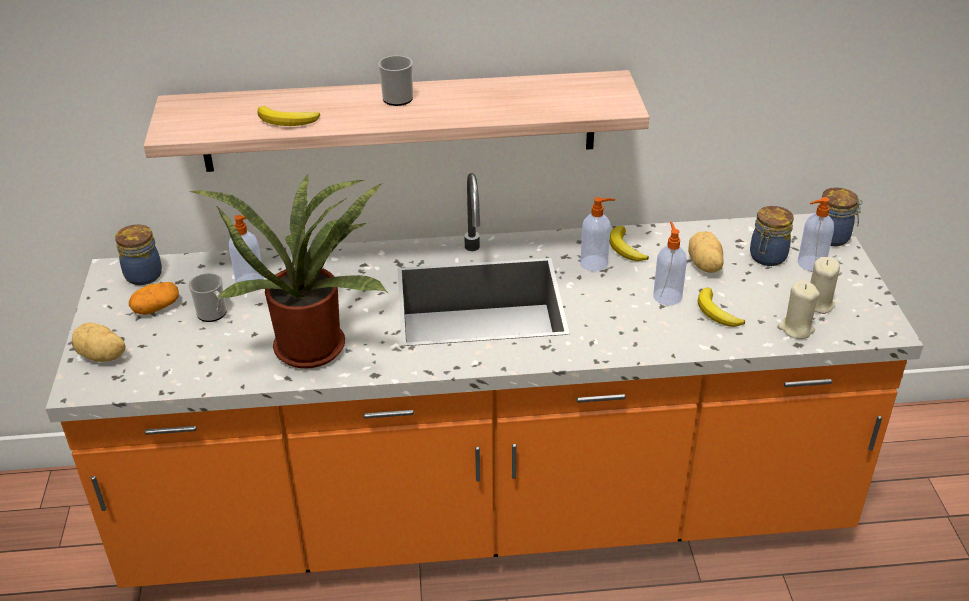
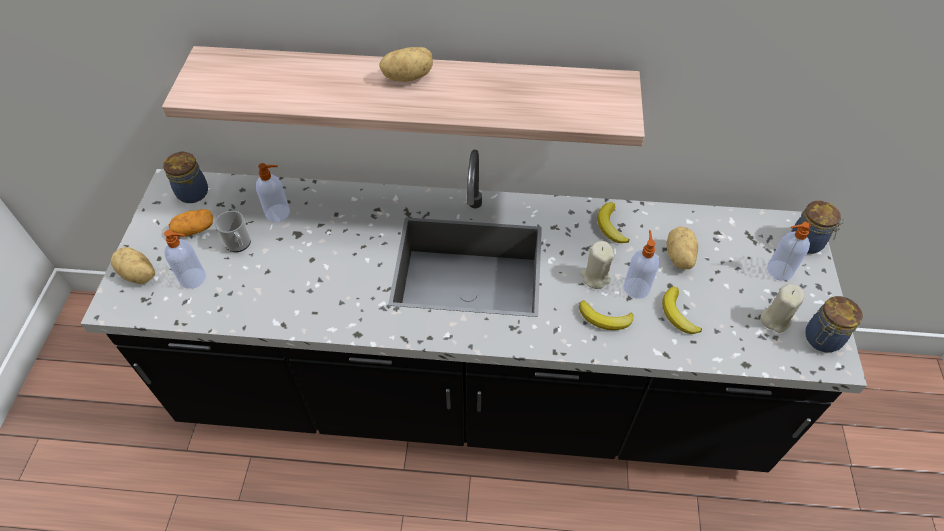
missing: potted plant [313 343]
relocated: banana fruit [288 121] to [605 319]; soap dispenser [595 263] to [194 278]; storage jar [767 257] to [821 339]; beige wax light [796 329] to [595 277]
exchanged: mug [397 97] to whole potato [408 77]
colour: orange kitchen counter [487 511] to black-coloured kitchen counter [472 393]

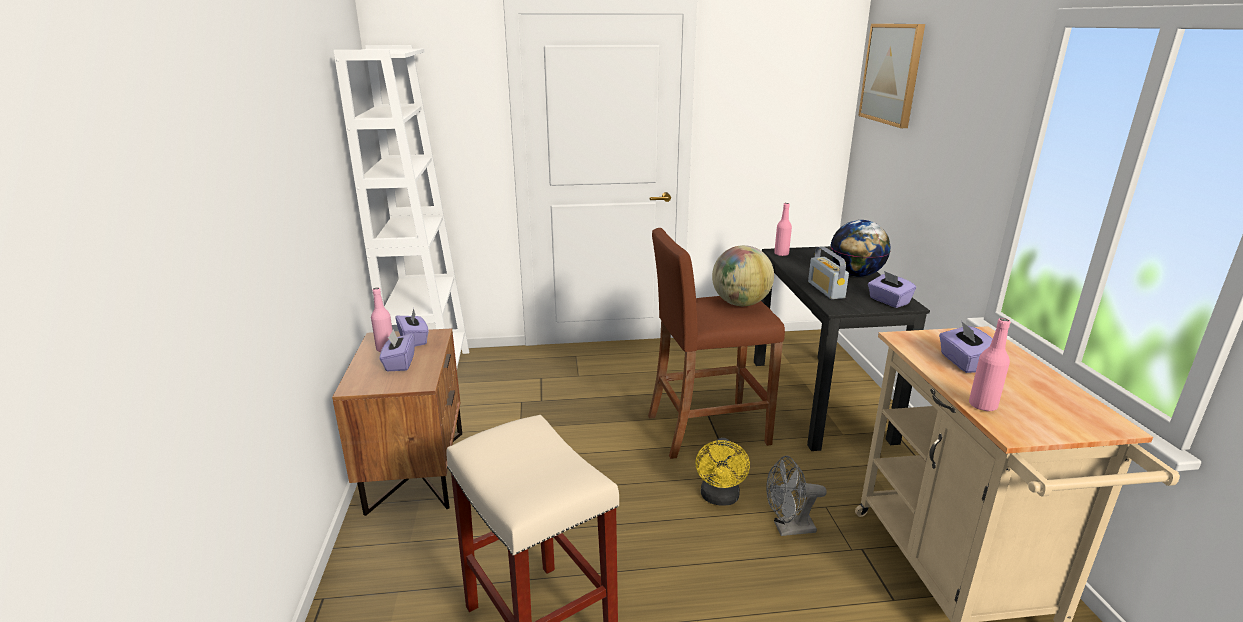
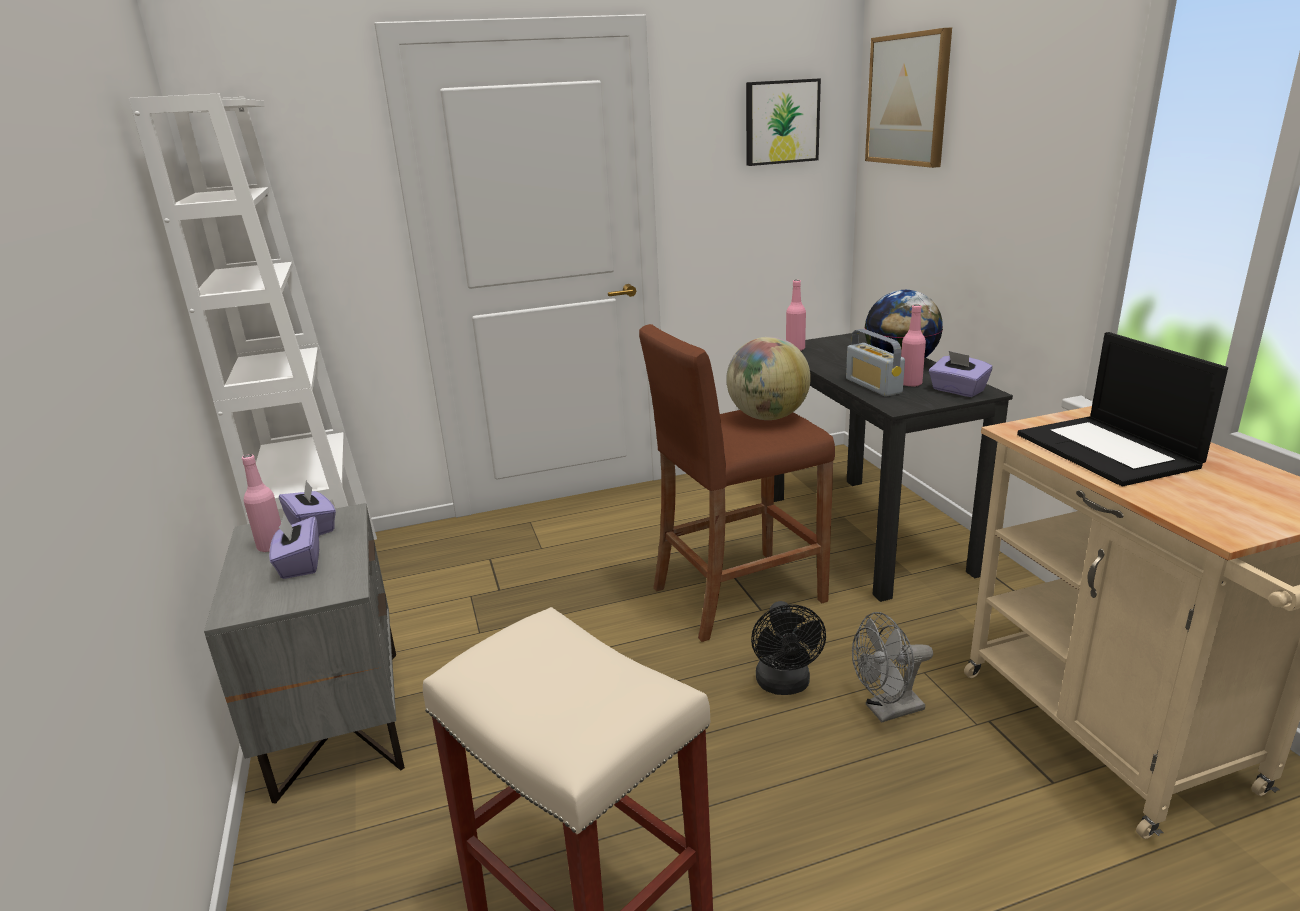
appeared: wall art [781 122]
relocated: pink-coloured beverage bottle [982 405] to [910 384]
exchanged: purplish tissue holder [964 363] to portable computer [1109 451]
colour: brown-coloured nightstand [415 470] to greyish nightstand [338 720]; yellowish cooling fan [720 498] to black-coloured cooling fan [784 685]

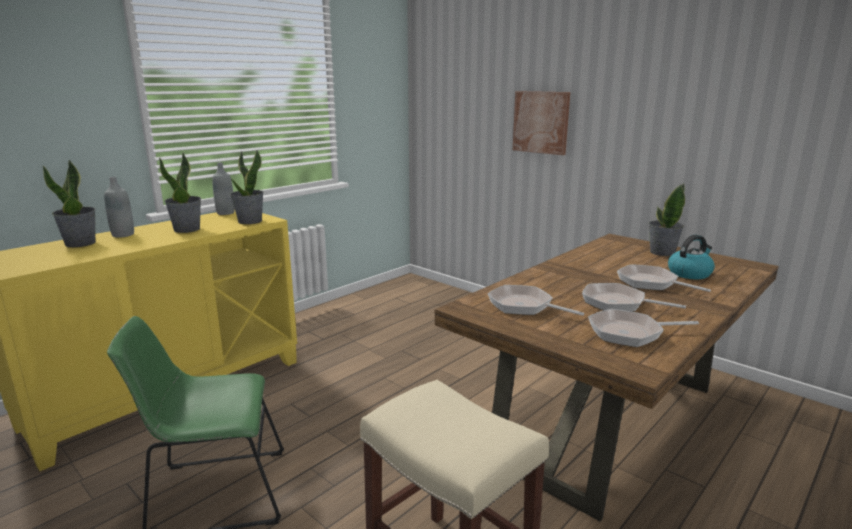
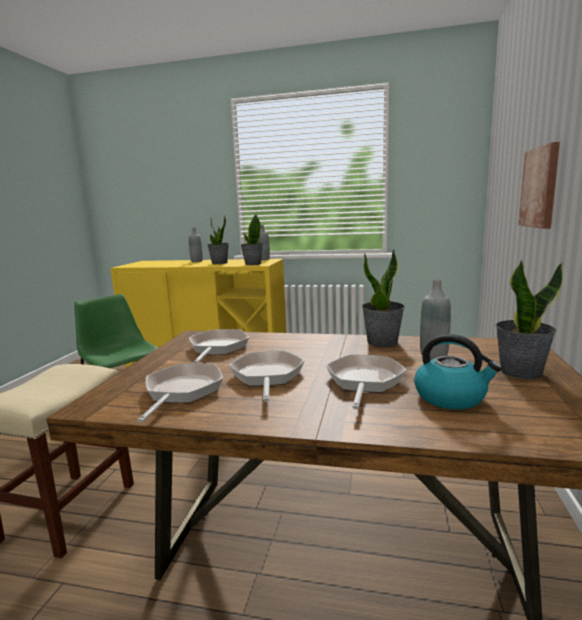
appeared: greyish beverage bottle [433 354]
relocated: potted plant [81 243] to [382 342]
spun: pan [630 333] = [182 392] 45 degrees clockwise

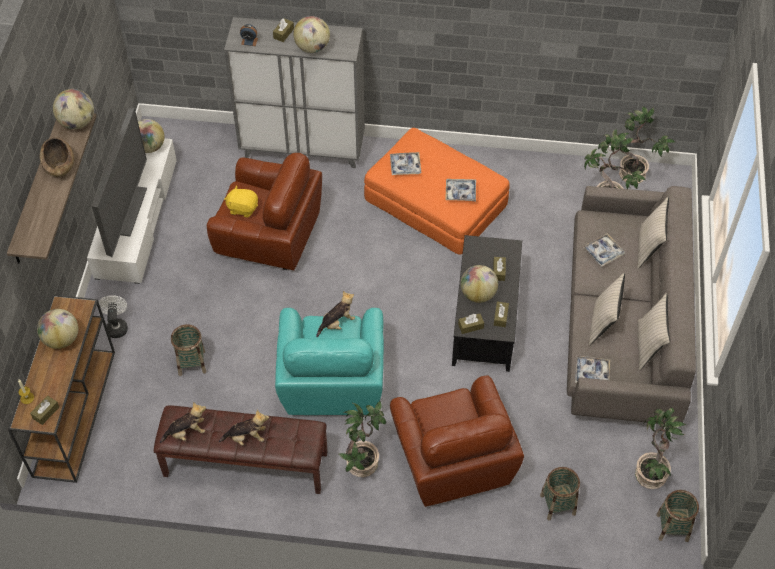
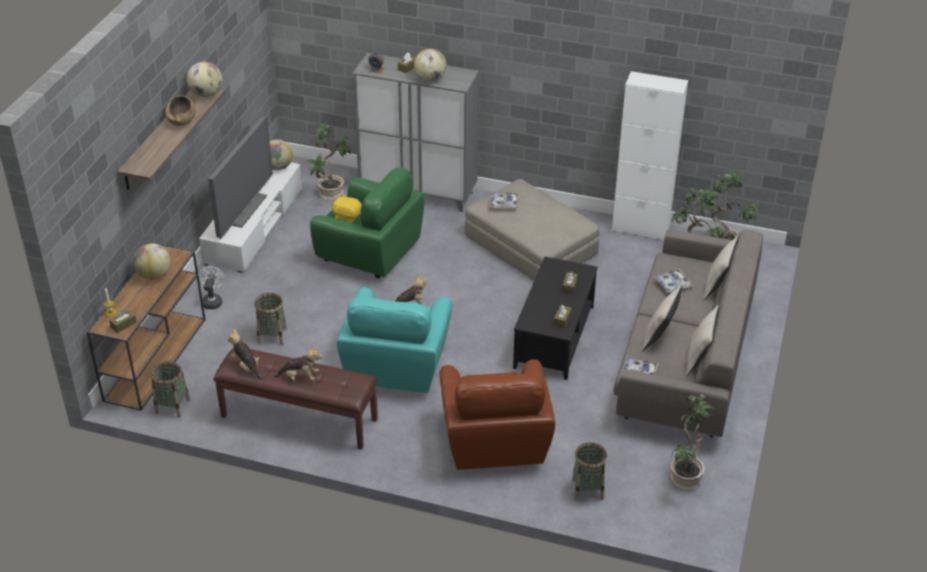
missing: tray [460 192]; brown-coloured tissue holder [470 326]; desk globe [478 294]
appeared: whitish cabinet [640 228]
relocated: potted plant [363 464] to [331 194]; storage basket [672 527] to [172 406]
colour: brown-coloured easy chair [268 236] to green-coloured easy chair [369 252]; orange footrest [436 201] to beige footrest [531 244]
spun: cuddly toy [186 432] = [246 367] 120 degrees counterclockwise

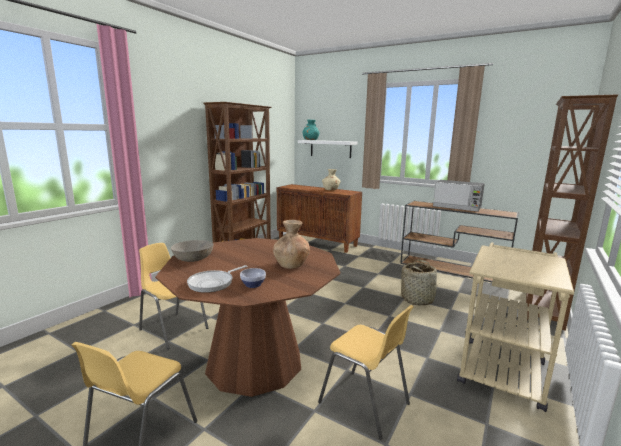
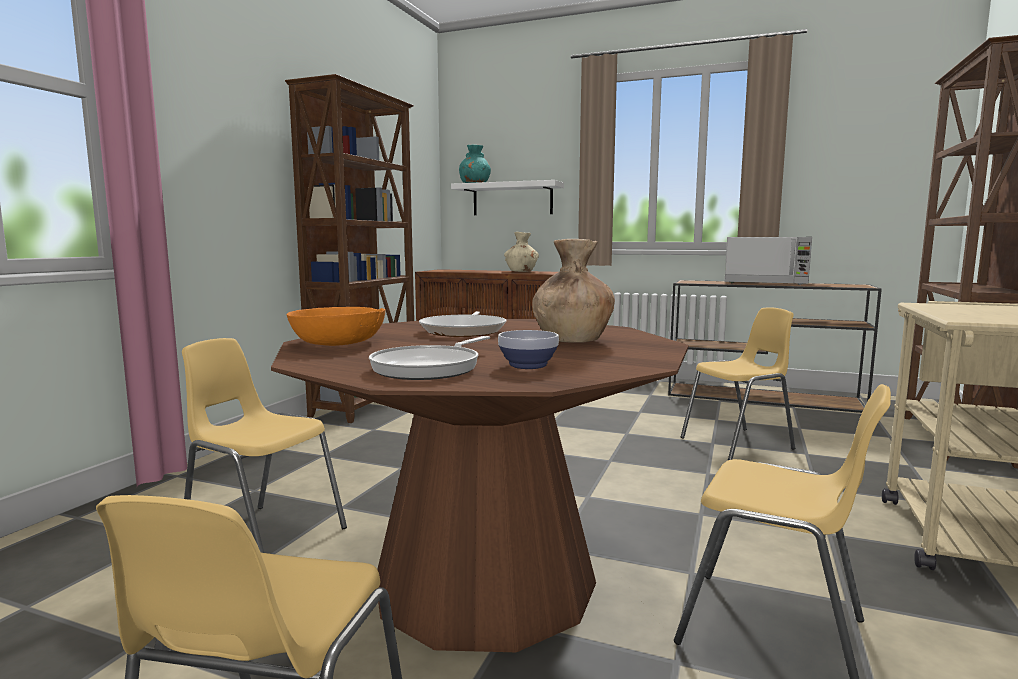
appeared: pan [464 330]
exchanged: storage basket [417 299] to yellowish upright chair [738 444]
colour: greyish serving bowl [193 258] to orange serving bowl [338 342]

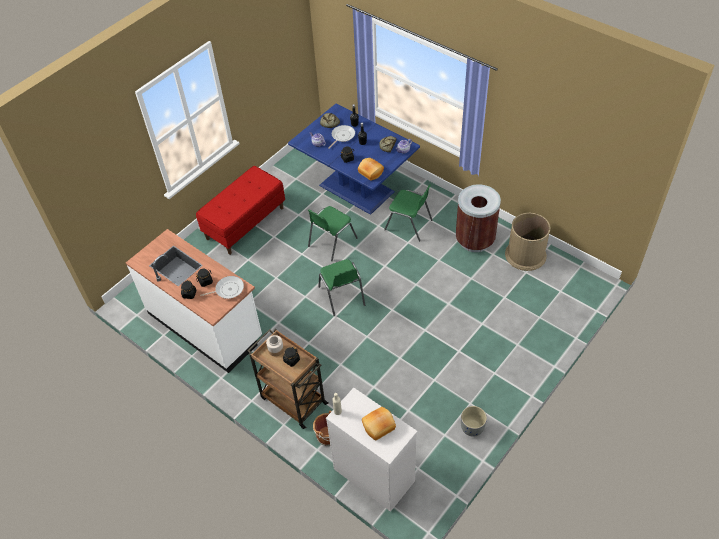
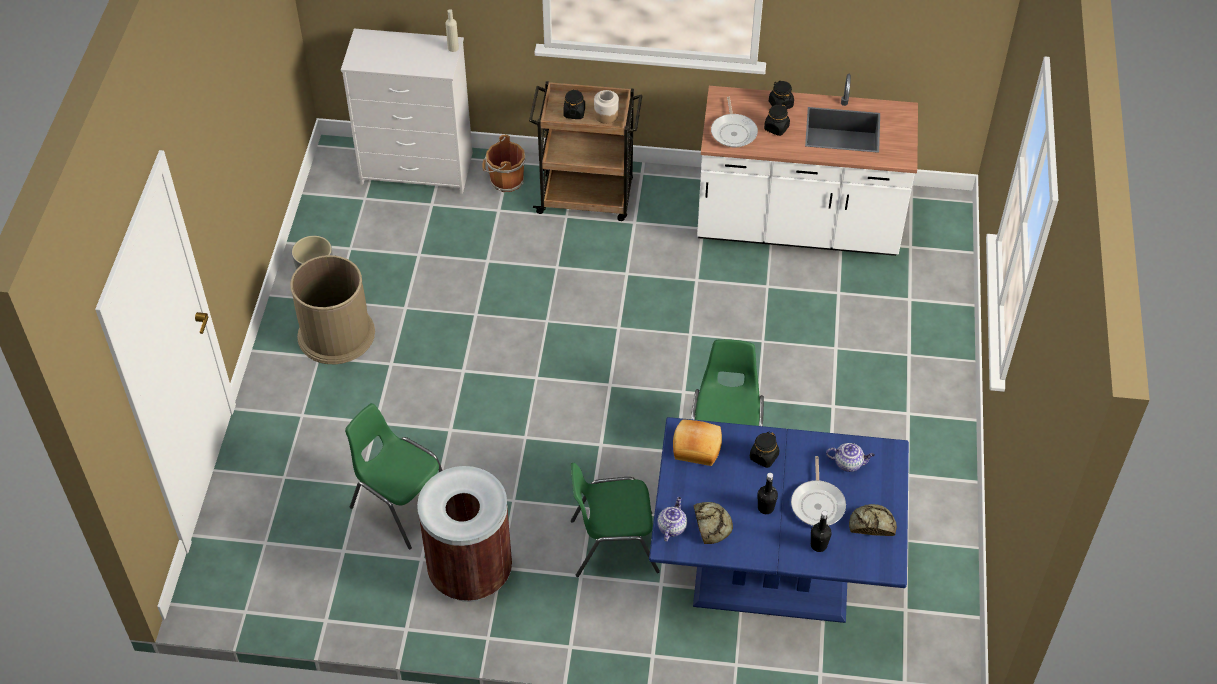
missing: reddish long seat [245 223]; bread [379 427]
relocated: green-coloured upright chair [342 296] to [400 504]; brown-coloured rubbish bin [525 255] to [336 334]
spun: pan [228 289] = [733 132] 45 degrees counterclockwise

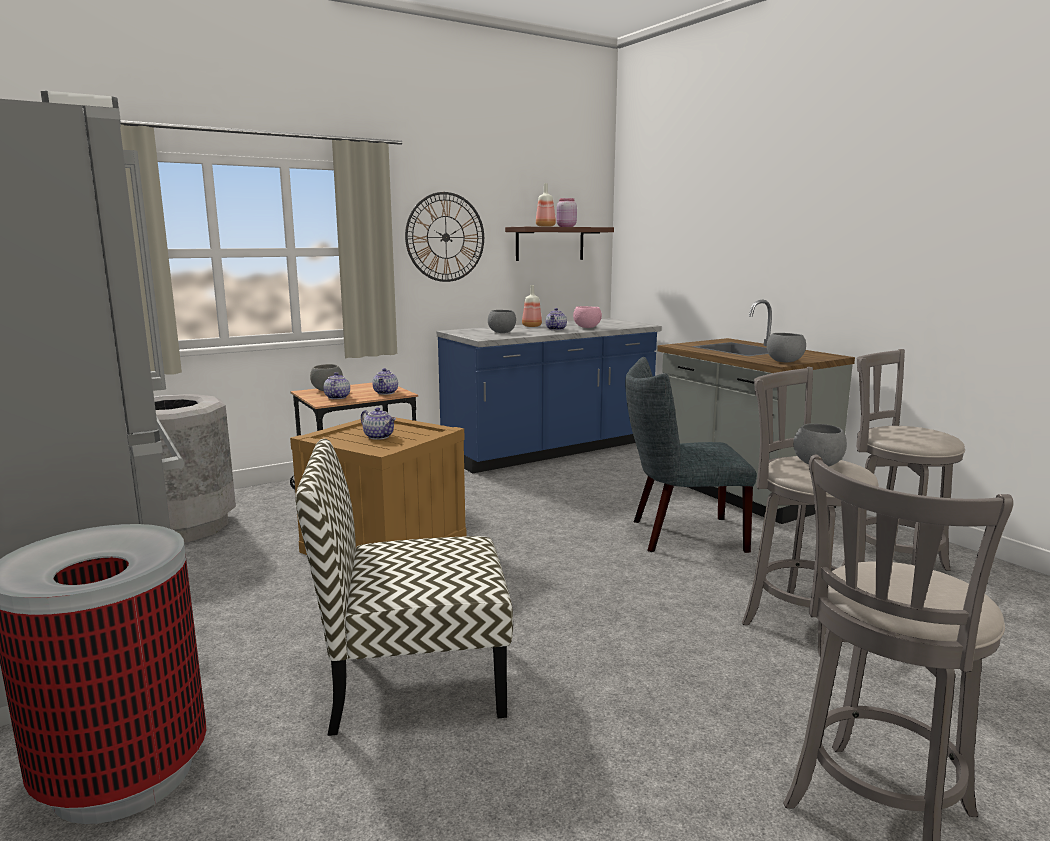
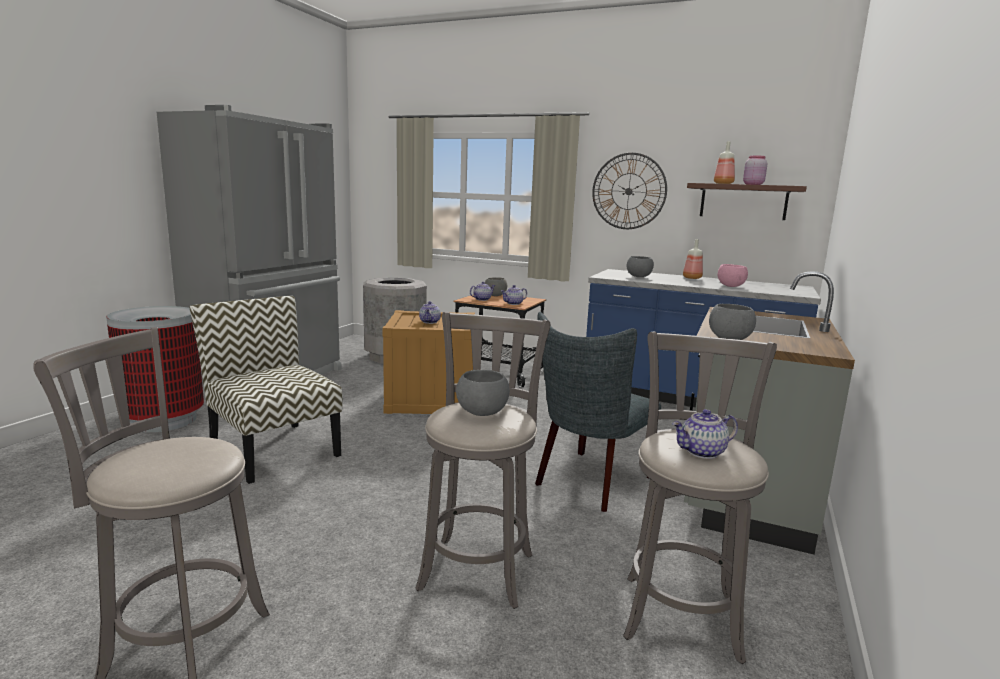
relocated: pot for tea [556 329] to [702 452]
spun: greyish upright chair [680 535] = [589 483] 105 degrees counterclockwise

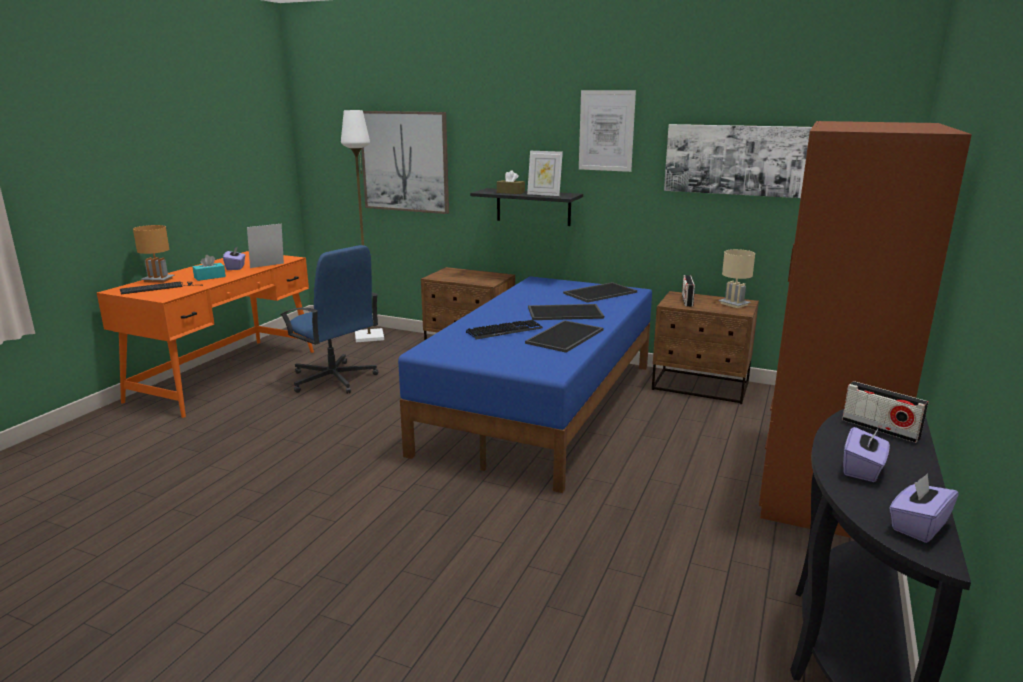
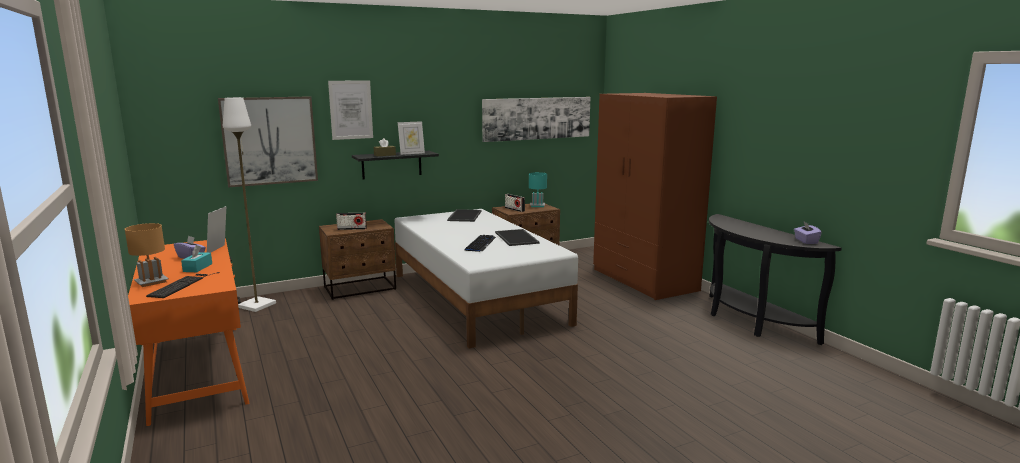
missing: blue-coloured computer chair [333 379]; tray [565 312]; purplish tissue holder [863 469]
relocated: wall art [606 131] to [351 110]; radio receiver [880 429] to [352 229]
colour: blue-coloured bed [543 406] to whitish bed [477 297]; beige tabletop lamp [734 304] to blue-green tabletop lamp [537 206]

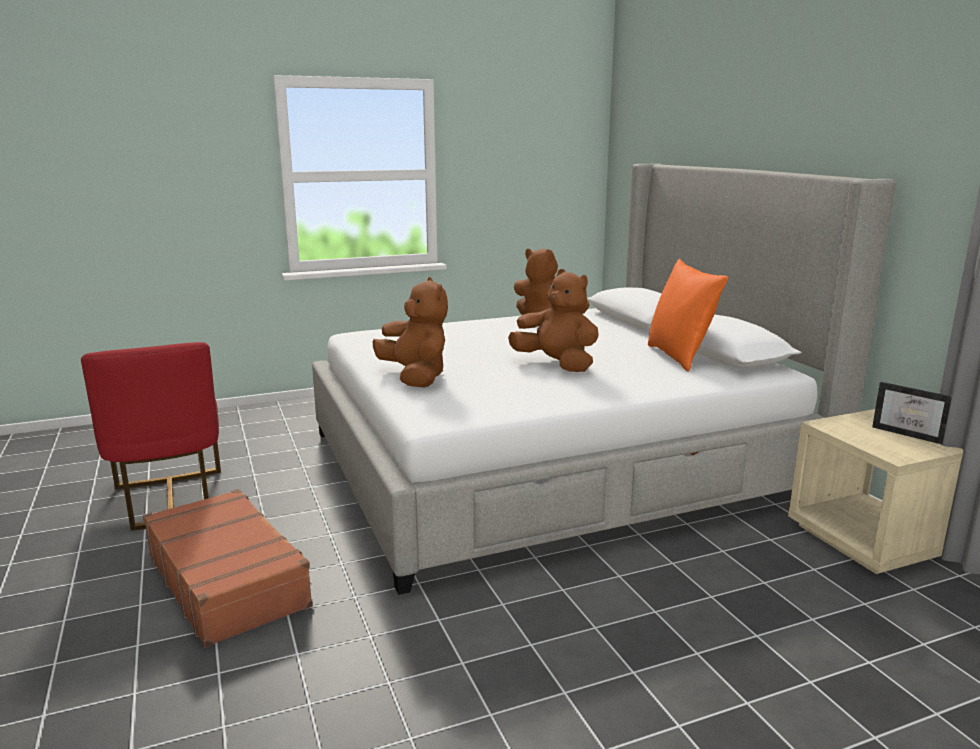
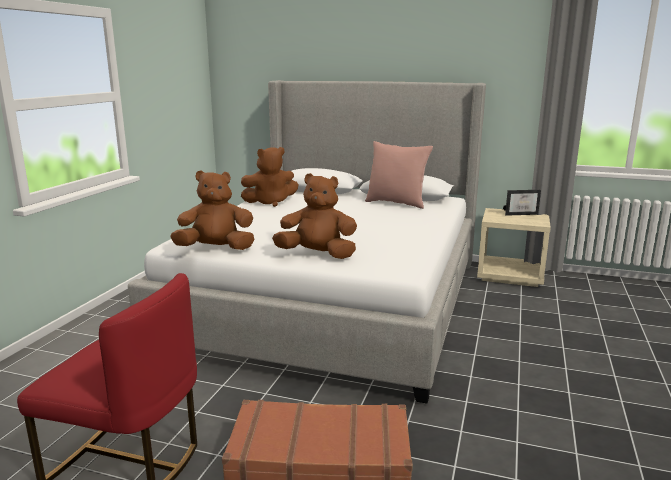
relocated: brown-coloured cuddly toy [556 365] to [216 249]
colour: orange throw pillow [679 357] to pink-coloured throw pillow [396 203]

